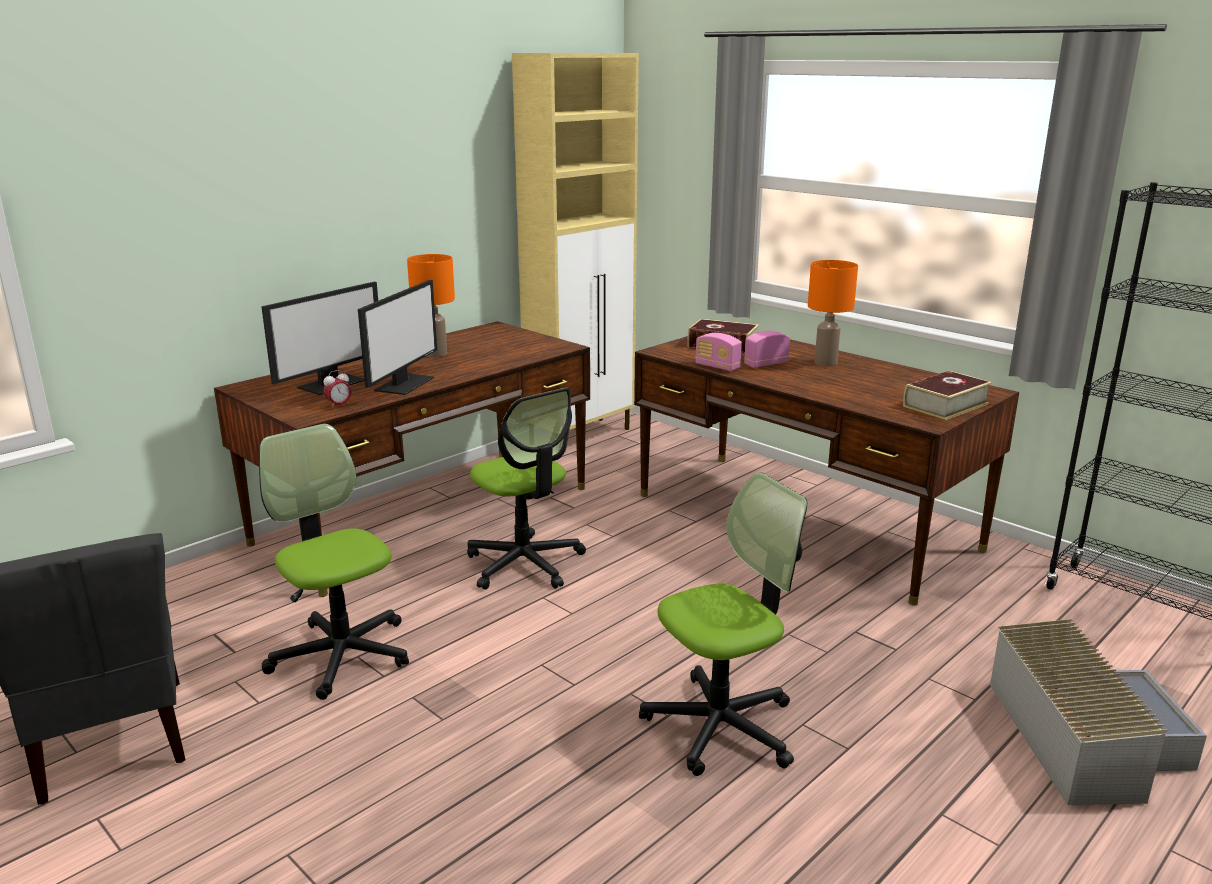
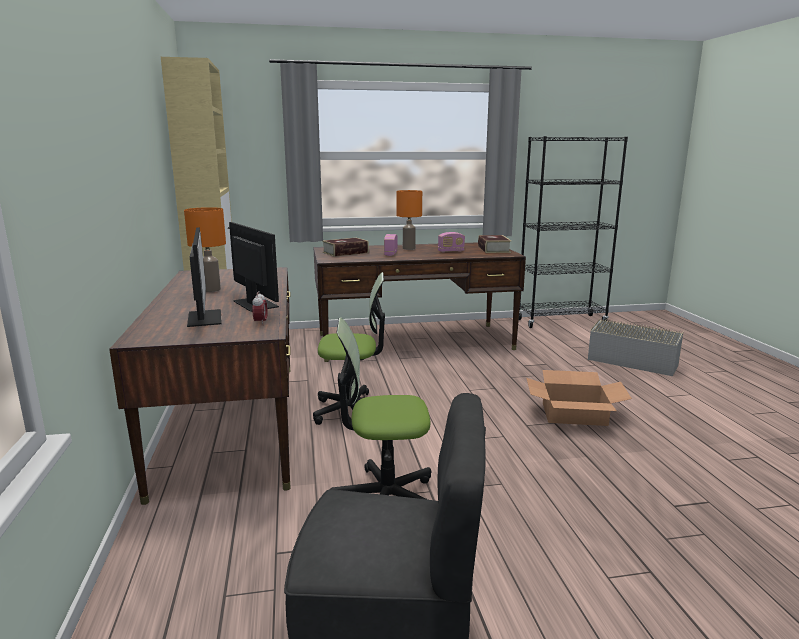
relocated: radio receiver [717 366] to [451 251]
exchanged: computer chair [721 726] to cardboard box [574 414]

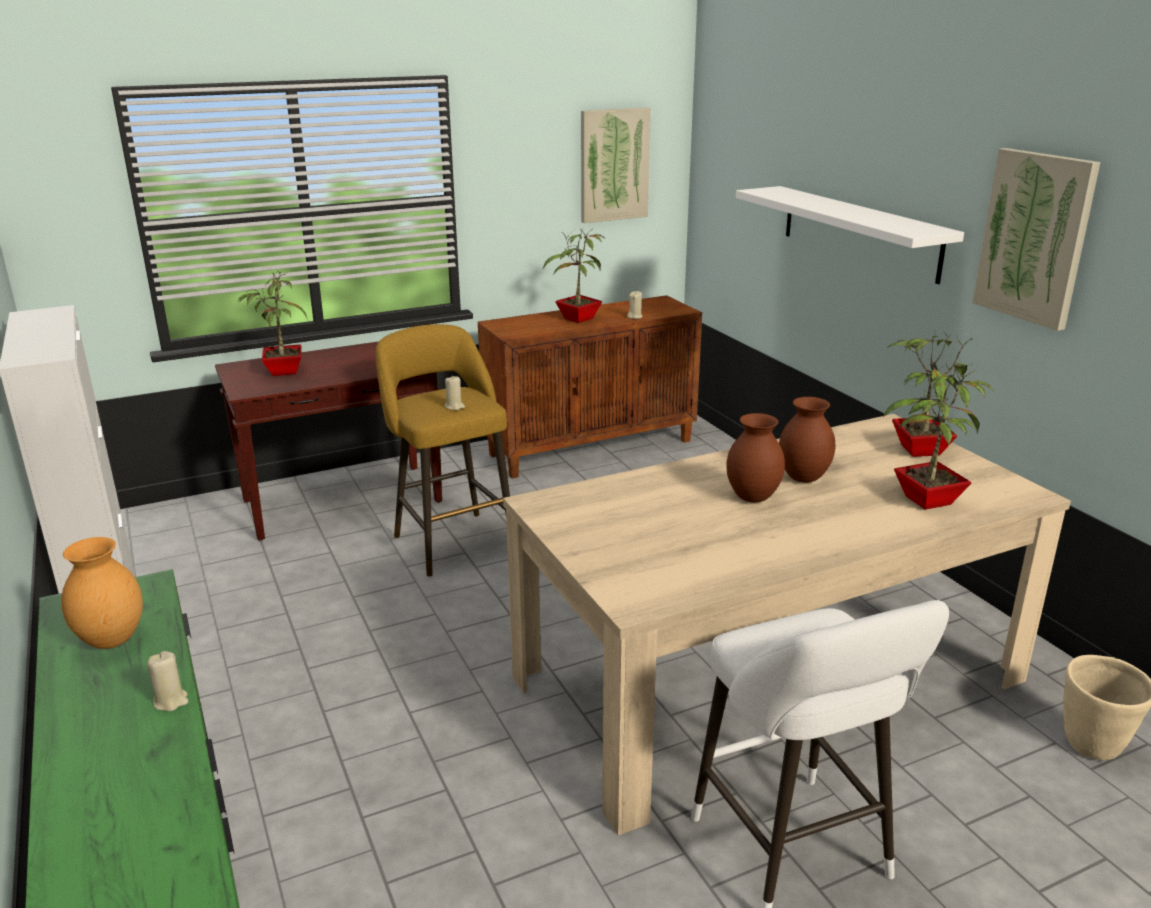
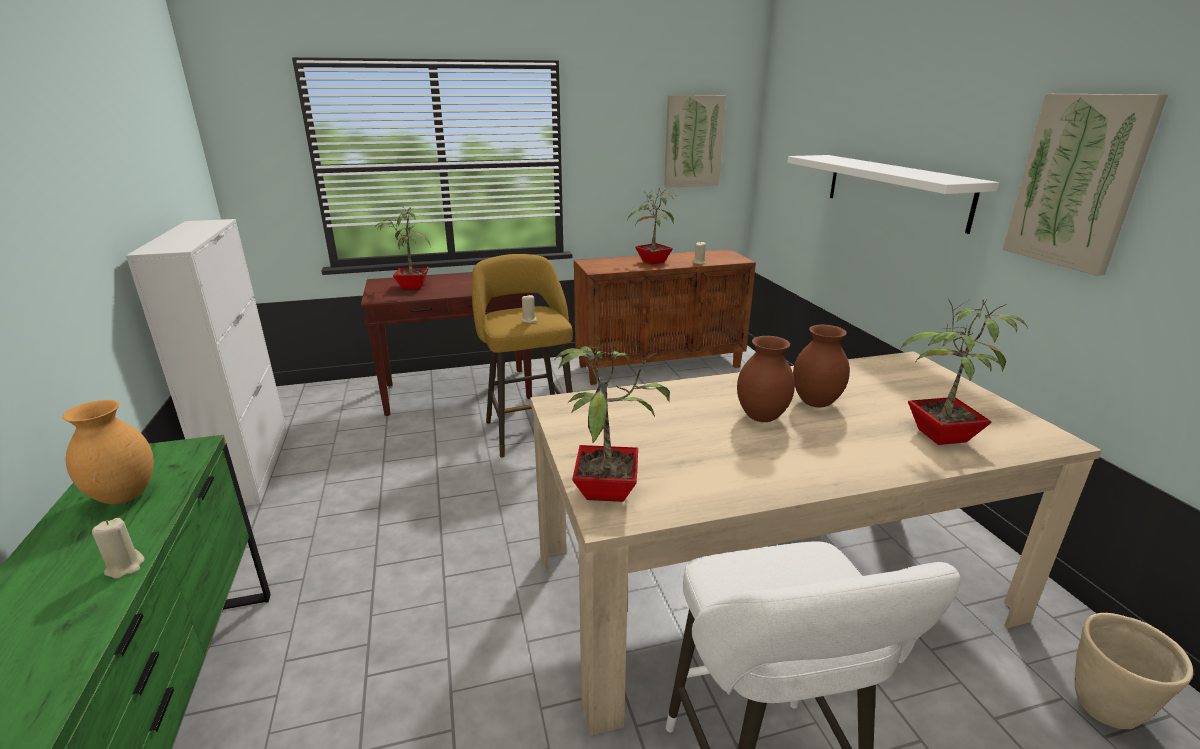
relocated: potted plant [919 449] to [606 488]

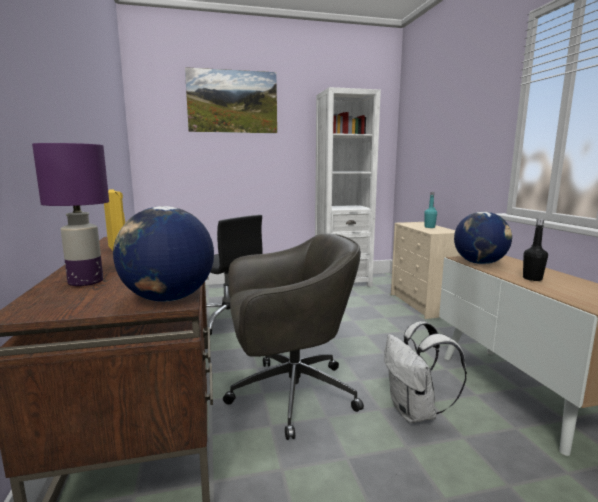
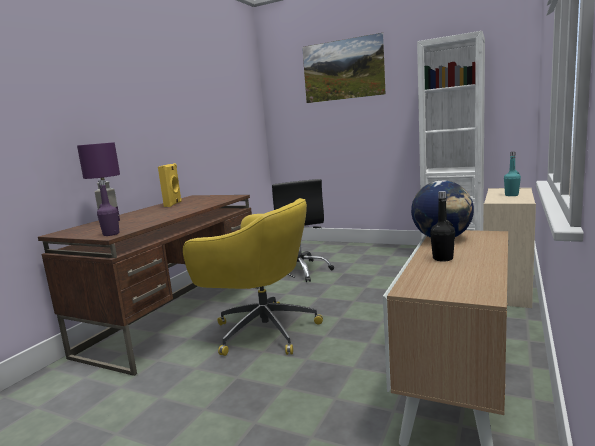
missing: whitish knapsack [415 412]
exchanged: desk globe [168 299] to purplish beverage bottle [111 234]
colour: greyish computer chair [289 394] to yellowish computer chair [262 330]

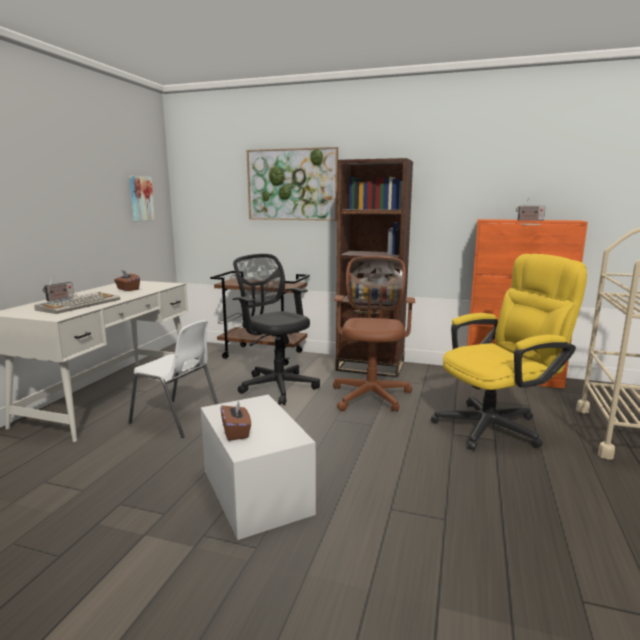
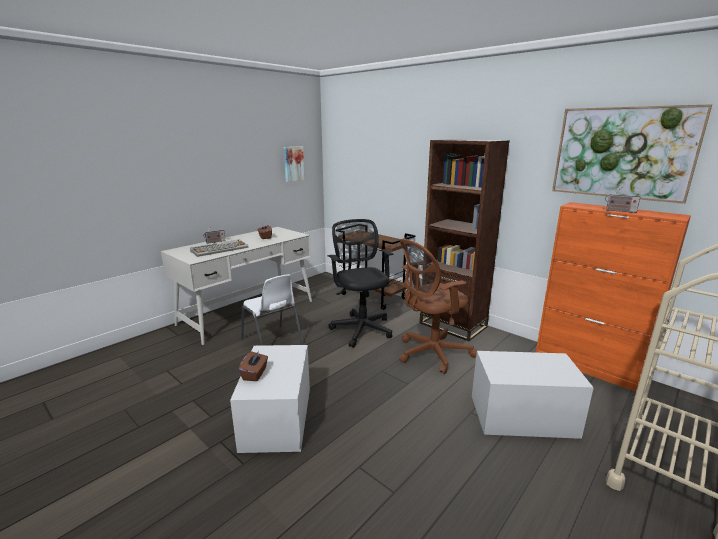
relocated: wall art [292 185] to [622 153]
exchanged: yellowish computer chair [497 425] to whitish storage box [523 416]
spun: brown-coloured computer chair [371 394] = [430 353] 150 degrees counterclockwise

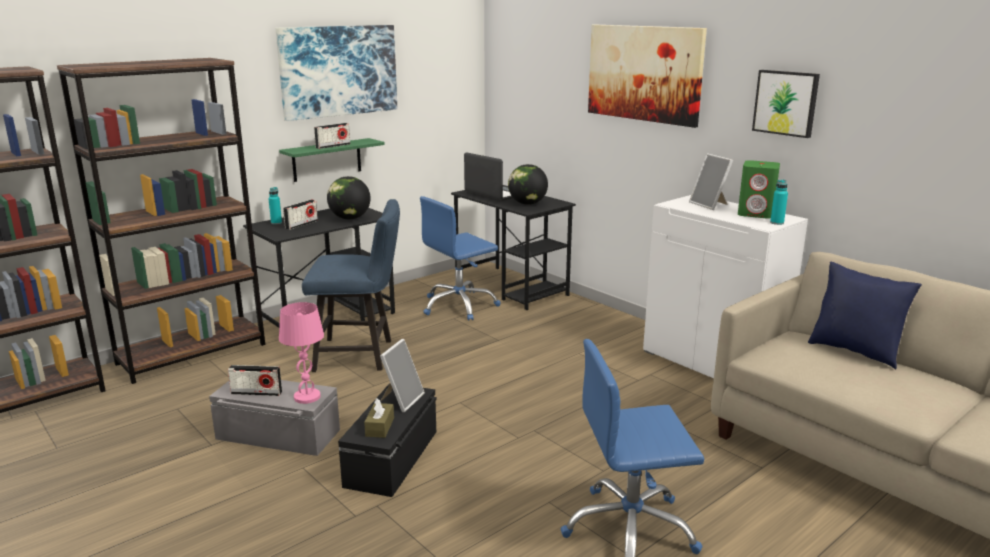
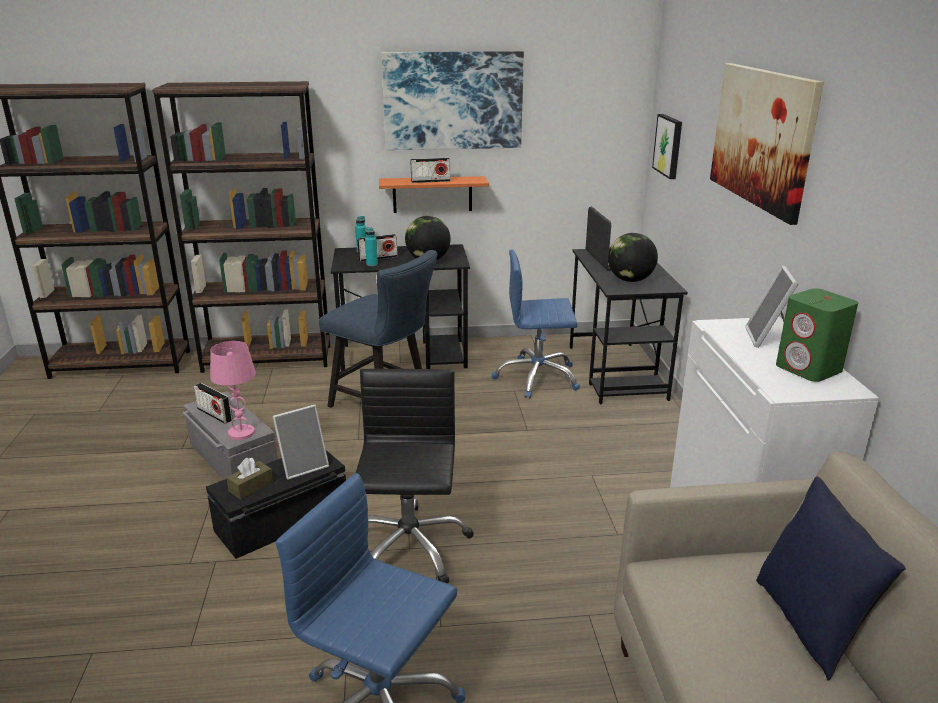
appeared: black-coloured computer chair [408 547]
relocated: wall art [786 103] to [669 145]; blue-green beverage bottle [777 223] to [372 264]
colour: green-coloured wall shelf [327 160] to orange wall shelf [432 194]

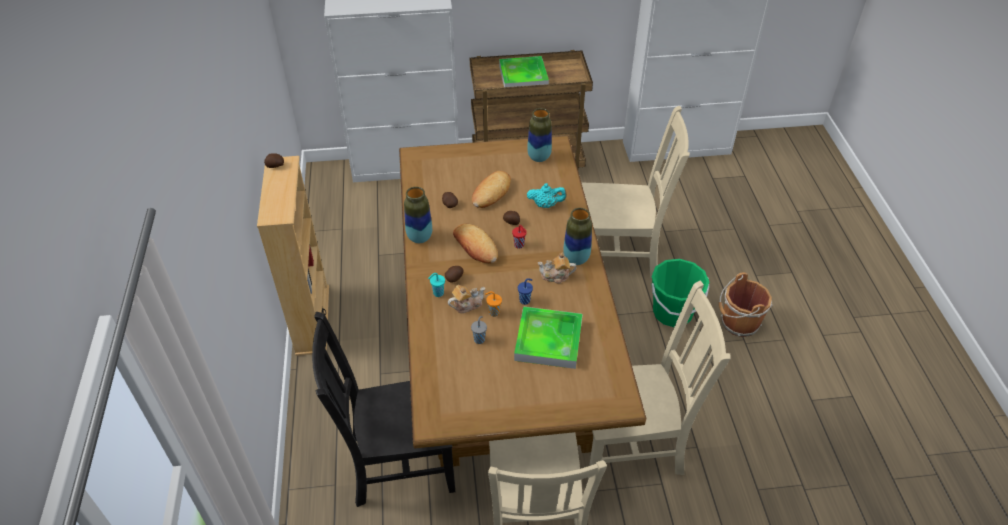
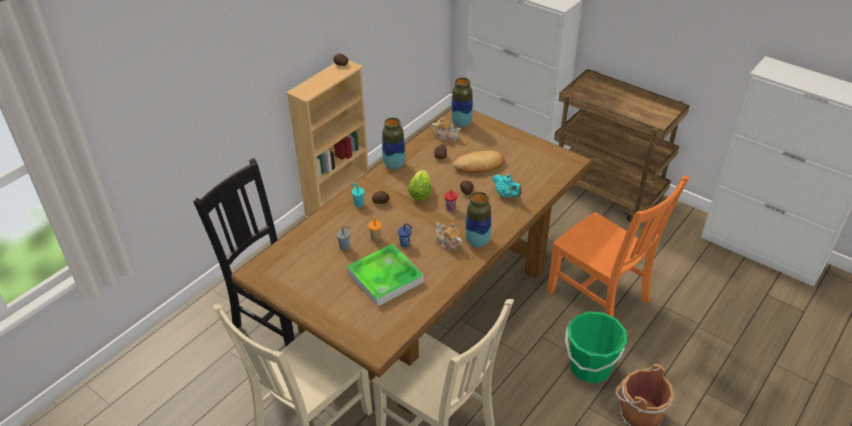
missing: tray [523 76]
relocated: pot for tea [467 304] to [446 136]; vase [539 157] to [461 123]
exchanged: bread [475 247] to lettuce [420 192]
colour: beige upright chair [619 255] to orange upright chair [600 298]

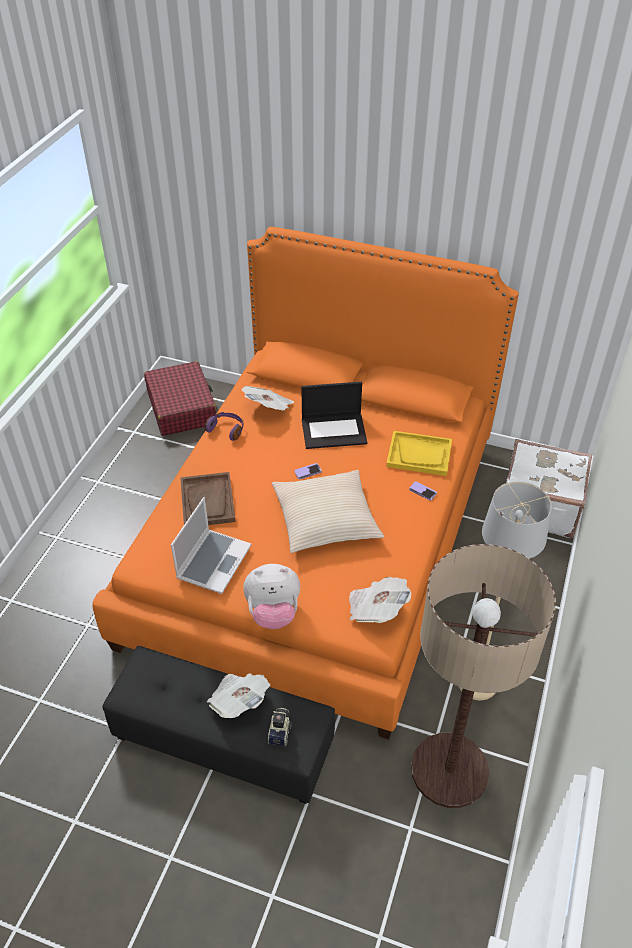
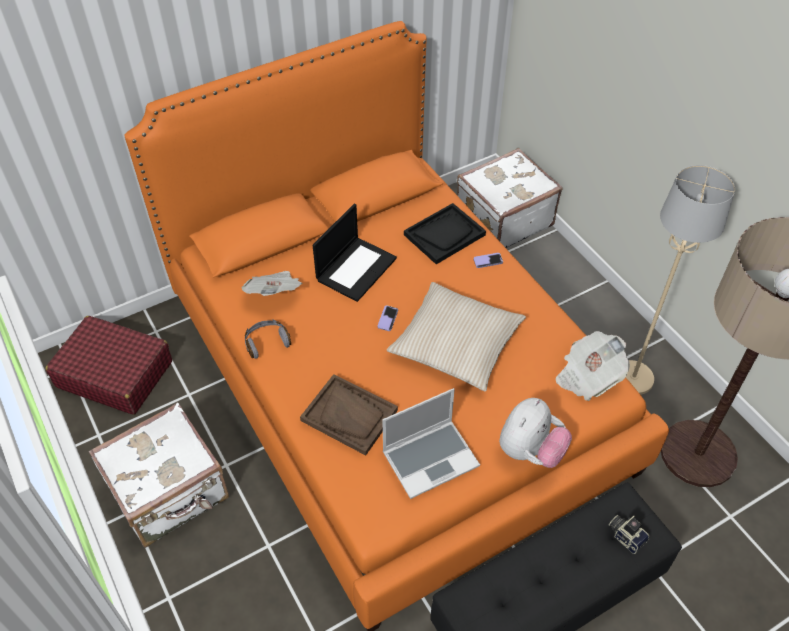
missing: printed paper [239 701]
appeared: whitish piece of luggage [170 493]
colour: purplish pair of headphones [226 429] to greyish pair of headphones [267 342]; yellowish tray [419 454] to black-coloured tray [444 235]
spun: portable computer [213 561] = [431 458] 90 degrees clockwise

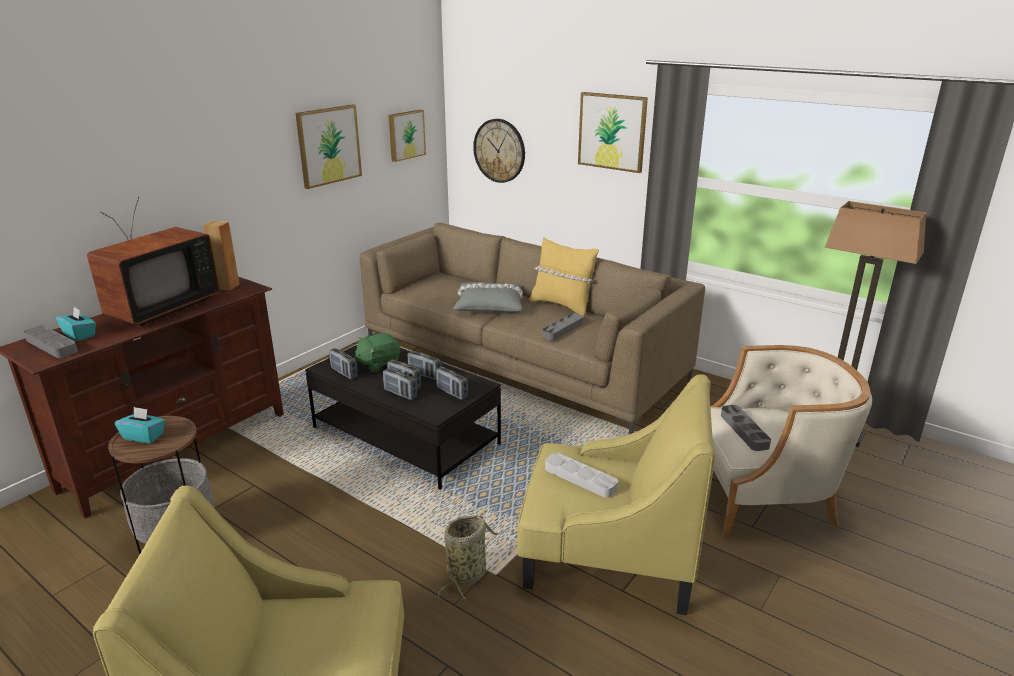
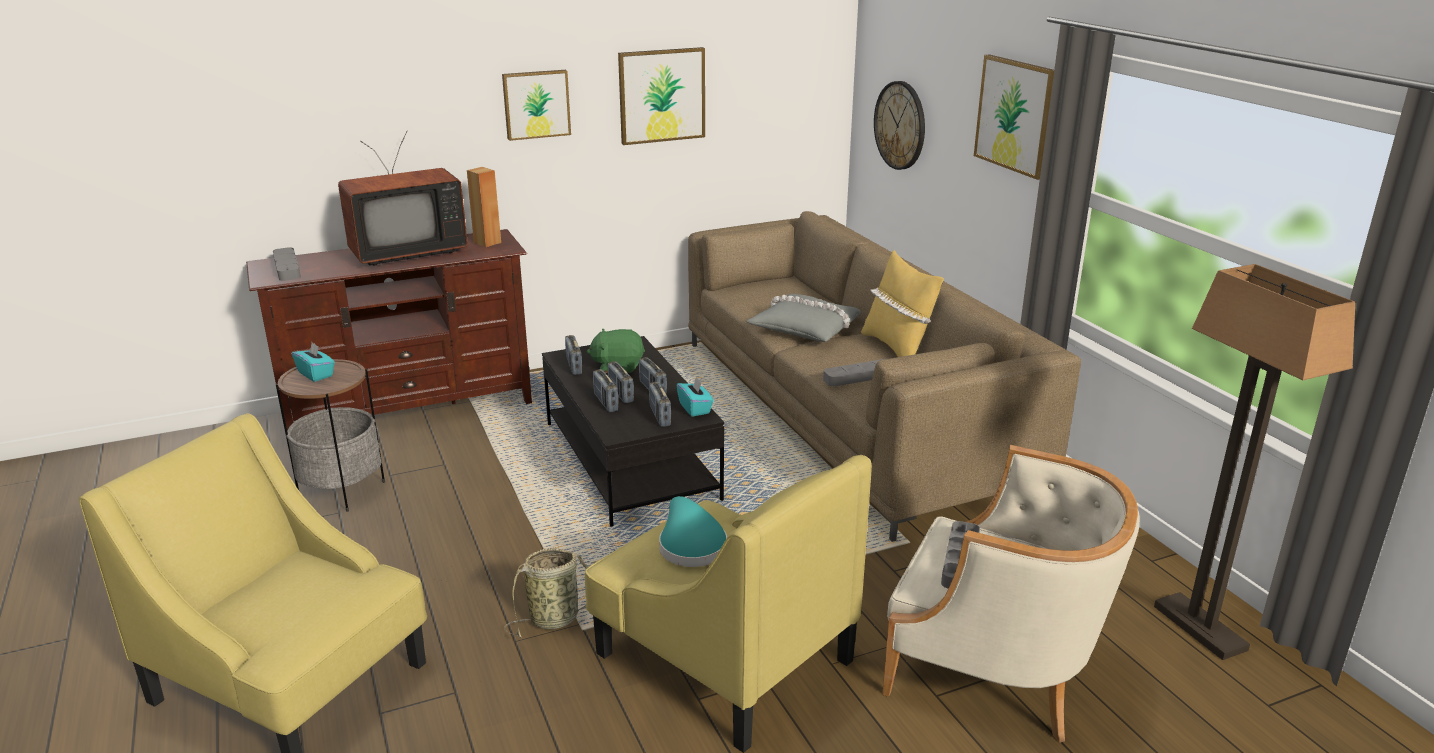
relocated: blue-green tissue holder [80 335] to [695 408]; wall art [405 135] to [536 104]
exchanged: greyish tray [580 478] to blue-green clothing hat [690 545]

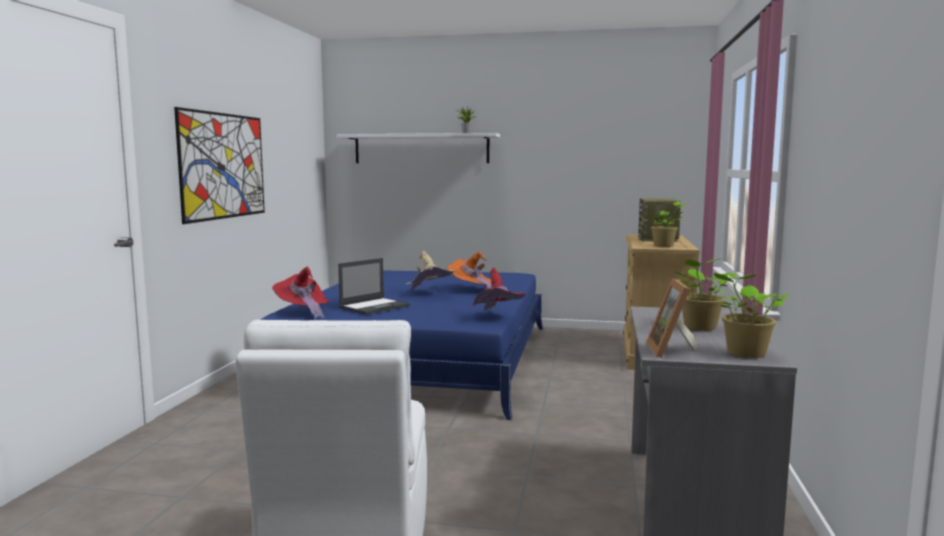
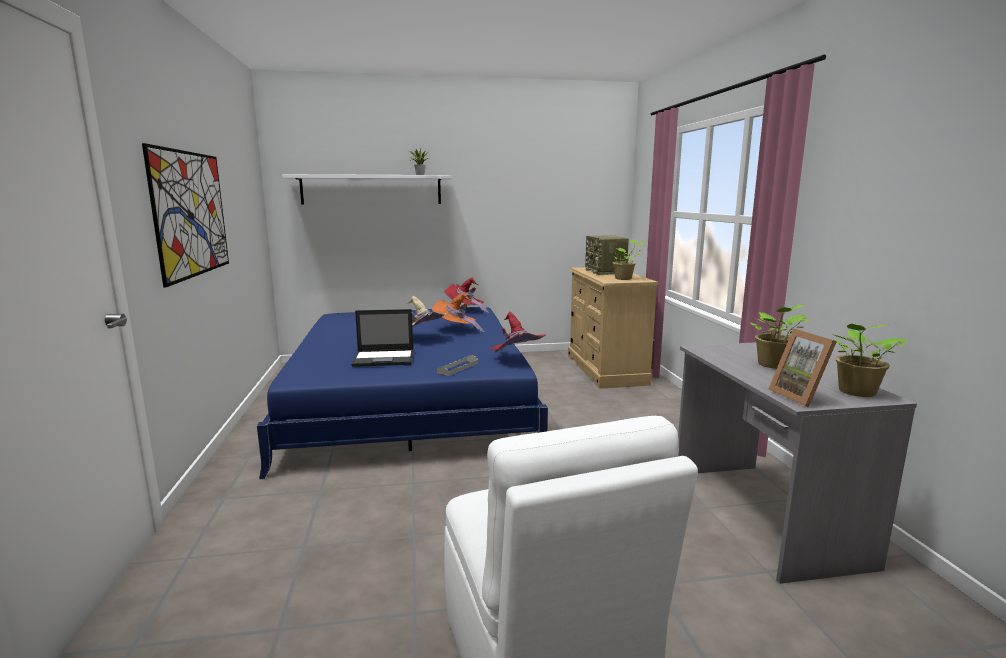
appeared: greyish tray [458 368]
relocated: reddish clothing hat [303 312] to [465 310]
spun: portable computer [375 306] = [384 358] 60 degrees clockwise

